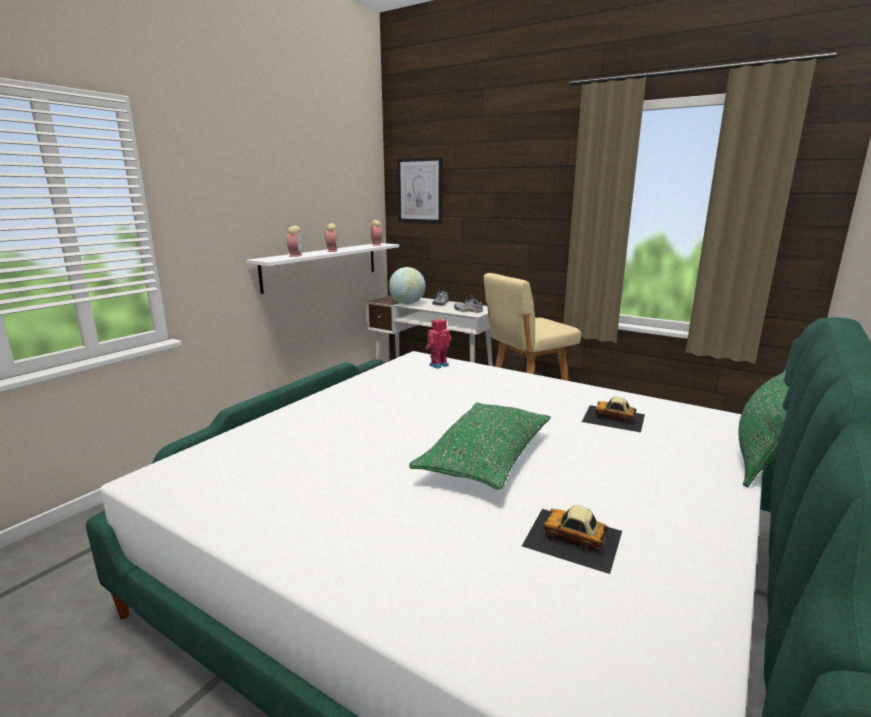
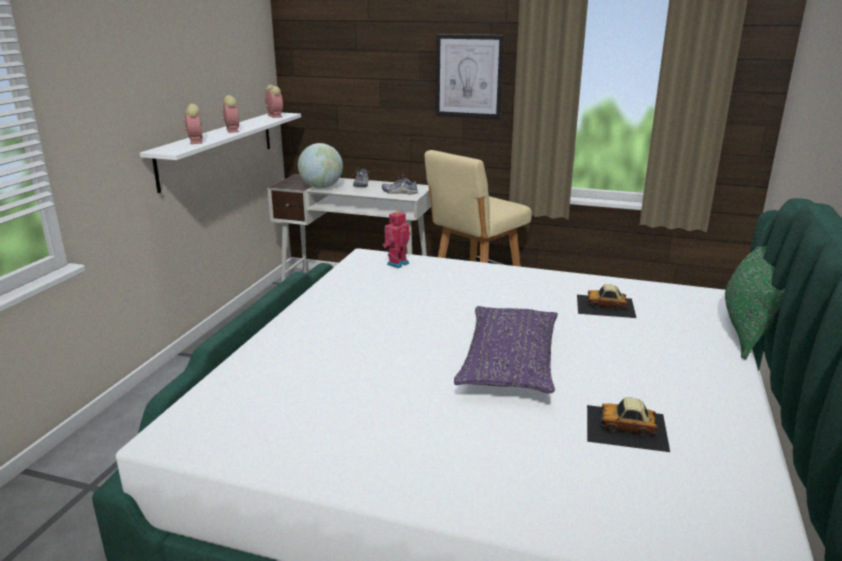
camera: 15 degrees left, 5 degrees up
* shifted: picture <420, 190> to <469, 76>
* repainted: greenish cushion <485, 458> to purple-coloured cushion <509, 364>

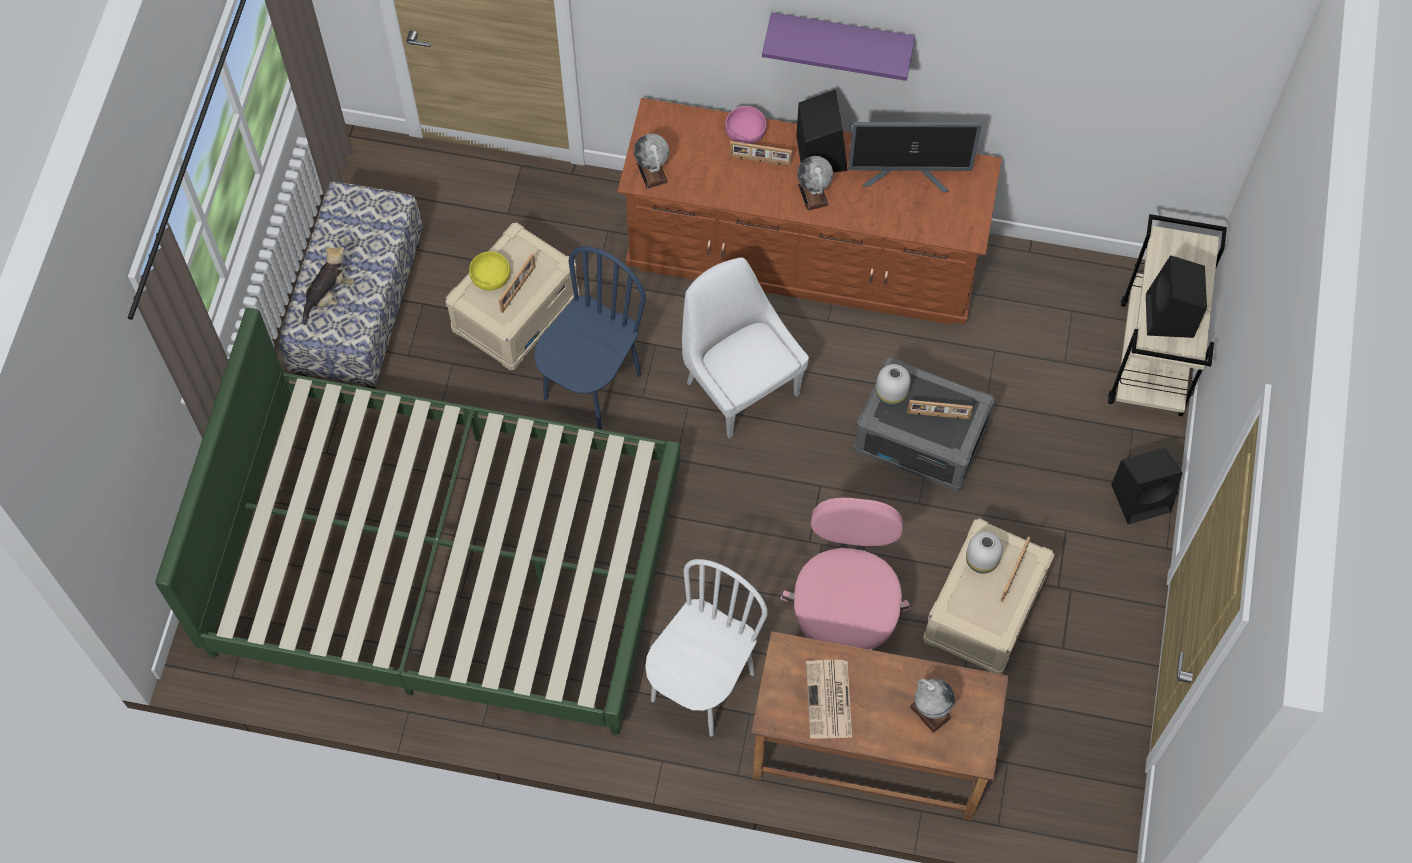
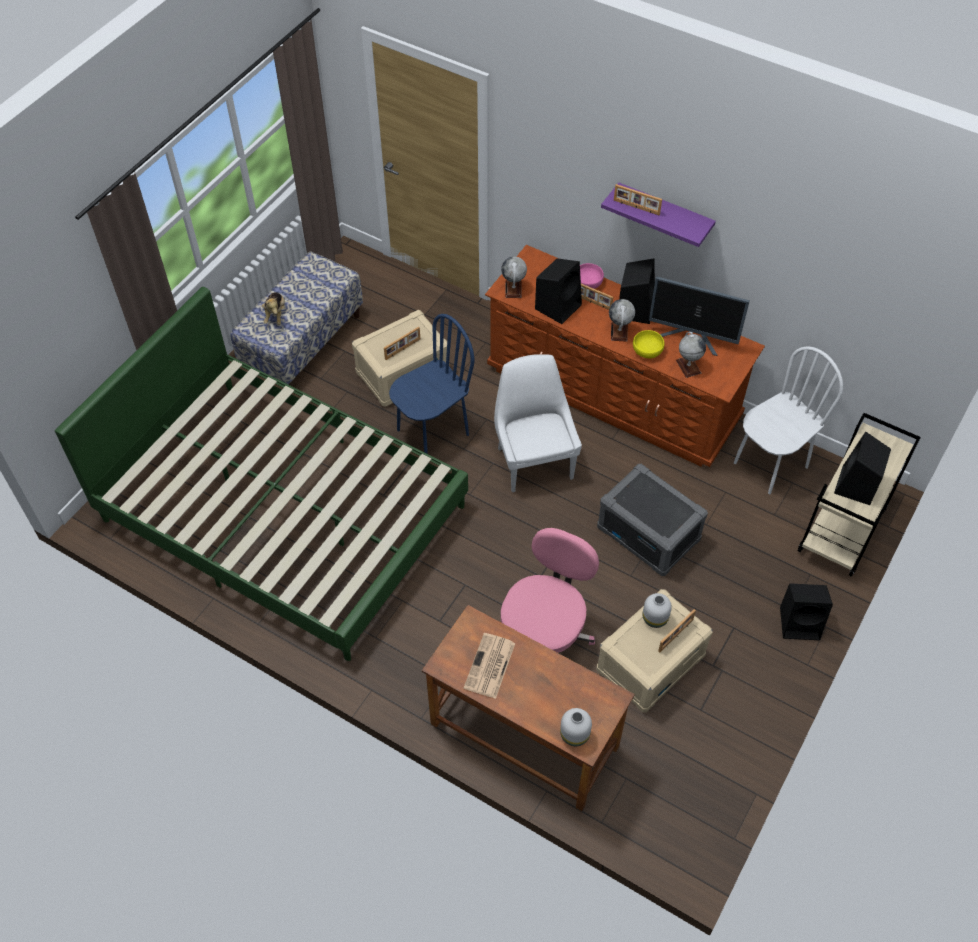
camera: 20 degrees right, 10 degrees down
* new: black-coloured speaker <558, 306>
* shifted: yellowish deep dish <490, 278> to <646, 351>
* shifted: white-coloured chair <701, 686> to <770, 464>
* shifted: white-coloured flower vase <891, 393> to <575, 734>
* shifted: picture frame <938, 416> to <636, 207>
* shifted: desk globe <930, 712> to <688, 366>
* rotated: cuddly toy <329, 295> = <275, 314> 120 degrees clockwise

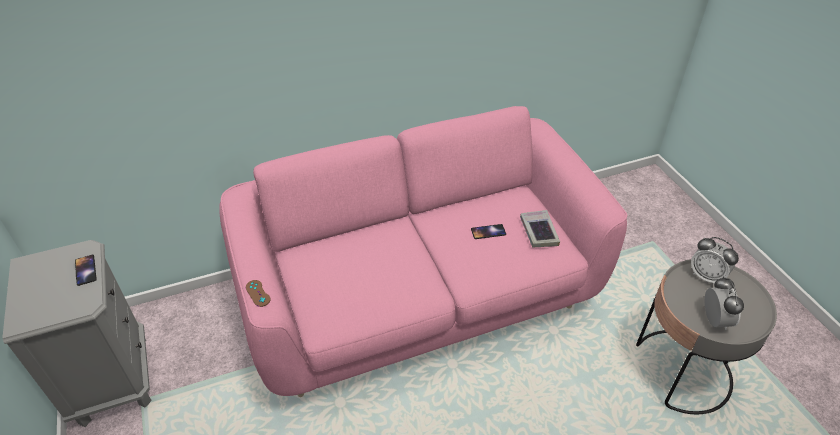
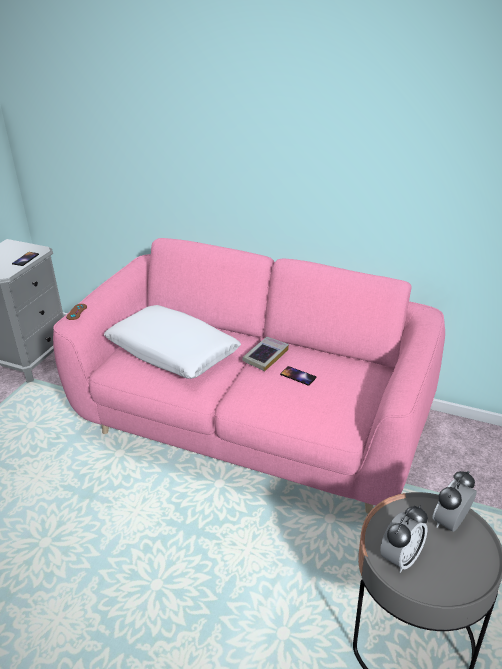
camera: 45 degrees right, 10 degrees down
* new: white-coloured cushion <172, 352>
* shifted: book <538, 232> to <265, 356>
* rotated: bedside clock <706, 276> = <450, 523> 45 degrees clockwise

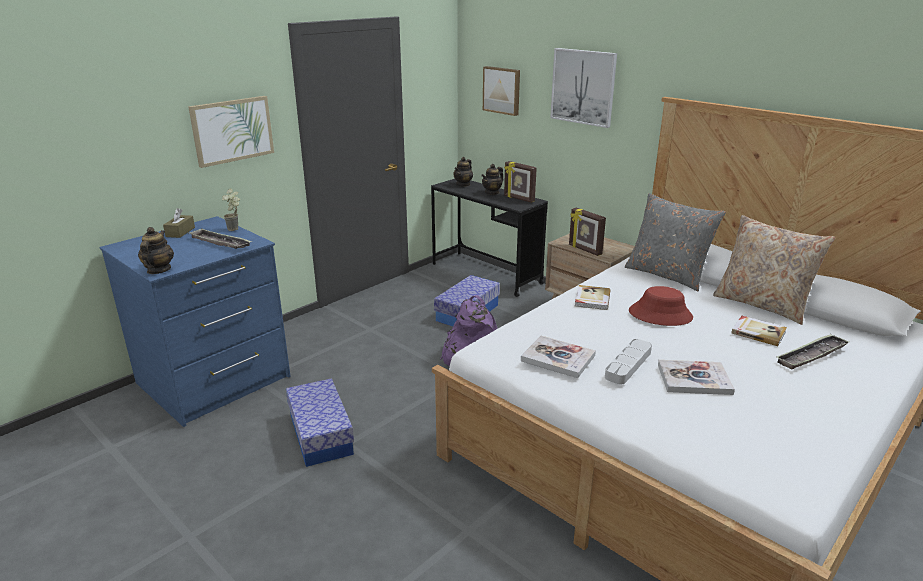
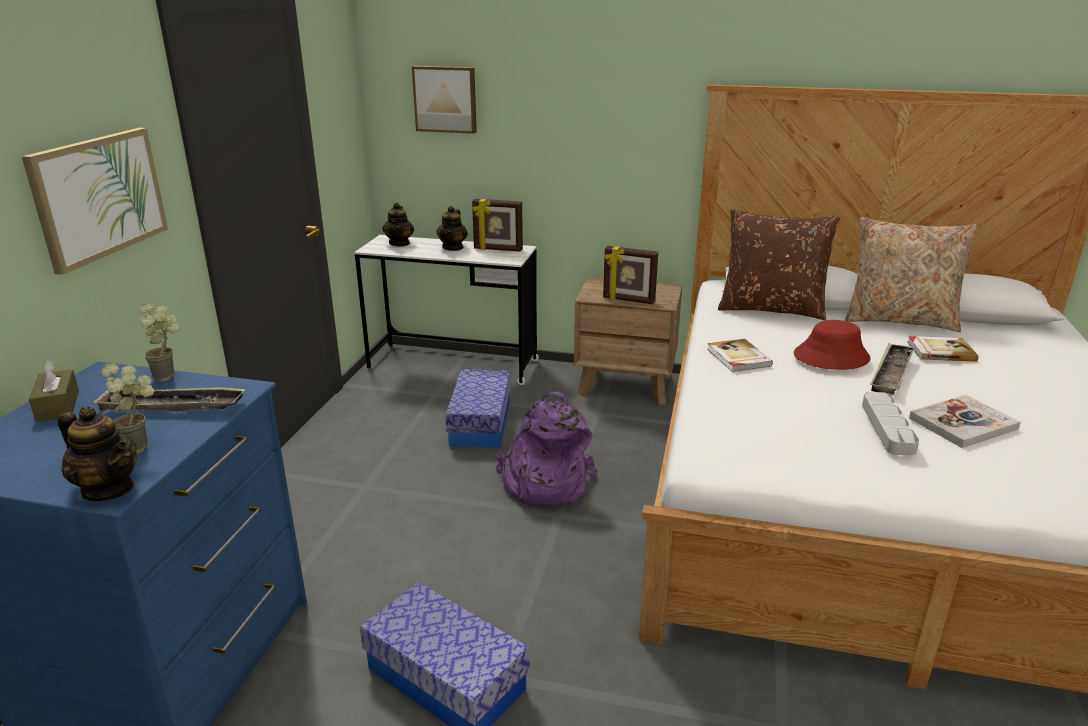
camera: 30 degrees left, 0 degrees up
* gone: book <558, 358>
* gone: picture <583, 87>
* new: plant in a pot <143, 446>
* shifted: serving tray <811, 355> to <891, 373>
* repainted: black-coloured desk unit <486, 273> to white-coloured desk unit <453, 364>
* repainted: grey cushion <667, 275> to brown cushion <771, 308>
* rotated: teapot <158, 270> = <109, 489> 150 degrees clockwise

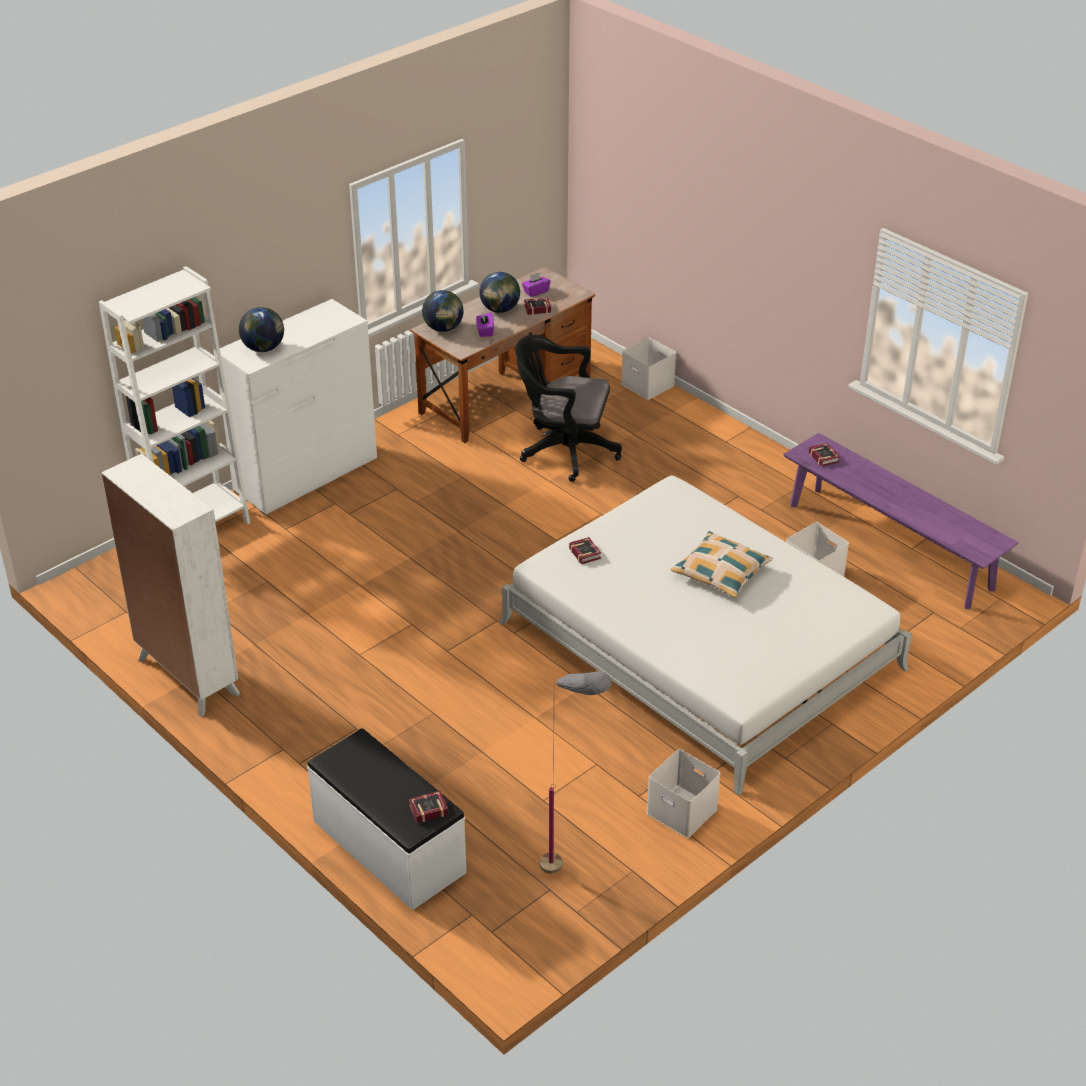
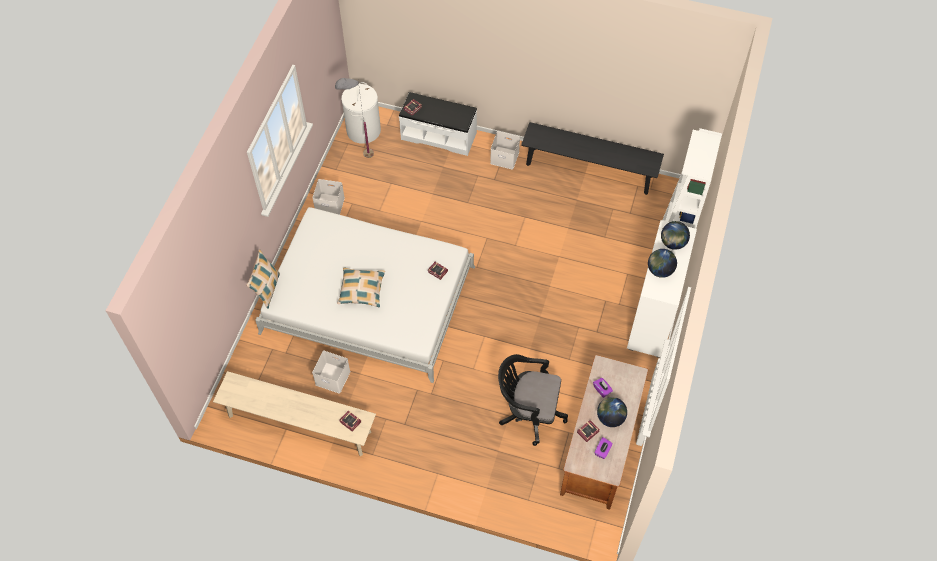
camera: 150 degrees right, 20 degrees up
* new: cushion <267, 289>
* new: white-coloured hamper <363, 130>
* shifted: desk globe <443, 328> to <660, 270>
* shifted: white-coloured storage box <649, 384> to <504, 158>
* swapped: white-coloured shelving unit <188, 676> to black-coloured bench <589, 170>
* repainted: purple-coloured bench <889, 546> to sand-coloured bench <299, 424>
* rotated: black-coloured computer chair <564, 451> = <528, 412> 150 degrees counterclockwise

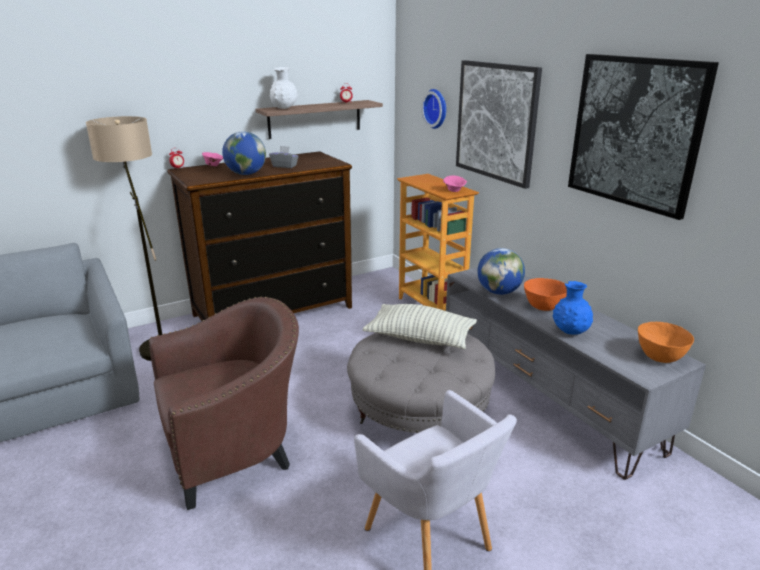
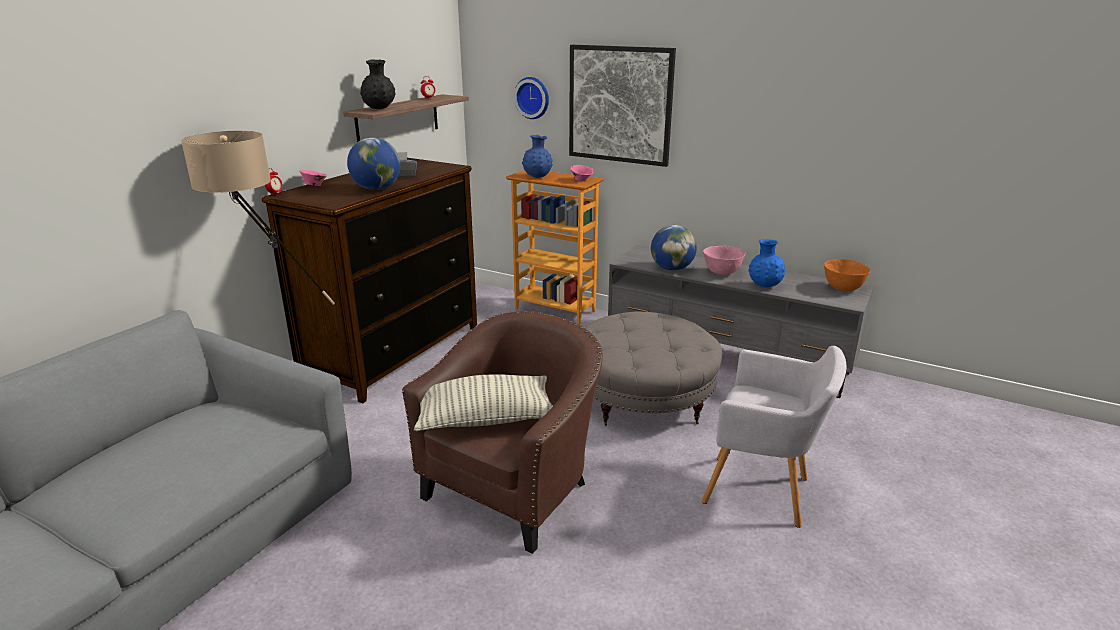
camera: 30 degrees left, 0 degrees up
* gone: picture <635, 132>
* new: blue flower vase <537, 177>
* shifted: cushion <420, 338> to <486, 419>
* repainted: white-coloured flower vase <284, 108> to black-coloured flower vase <379, 109>
* repainted: orangey deep dish <543, 308> to pinkish deep dish <721, 273>

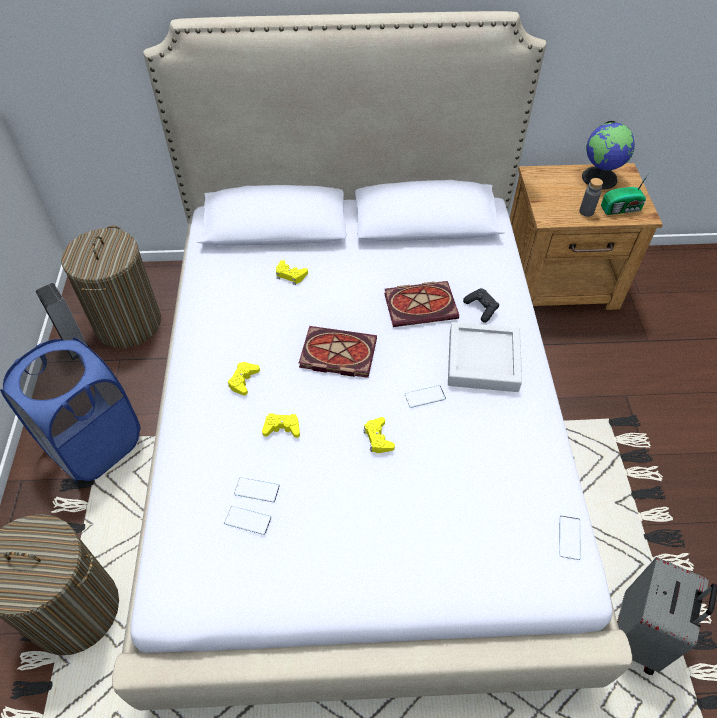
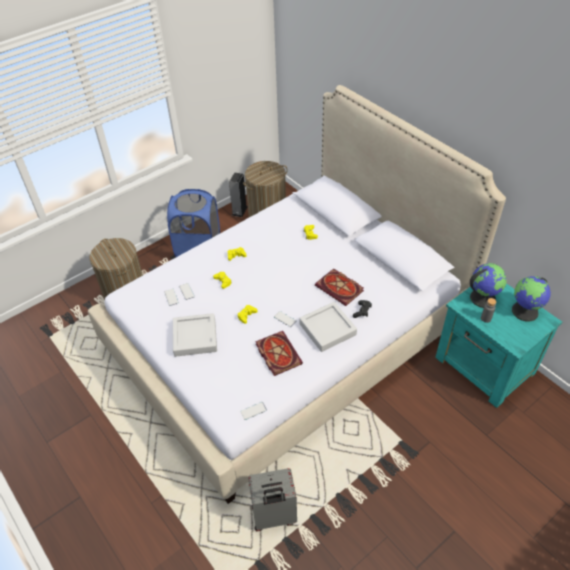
camera: 55 degrees right, 5 degrees down
* gone: radio receiver <622, 209>
* new: grey serving tray <195, 337>
* new: desk globe <482, 297>
* shifted: book <336, 354> to <277, 353>
* repainted: brown night table <560, 282> to turquoise night table <485, 367>

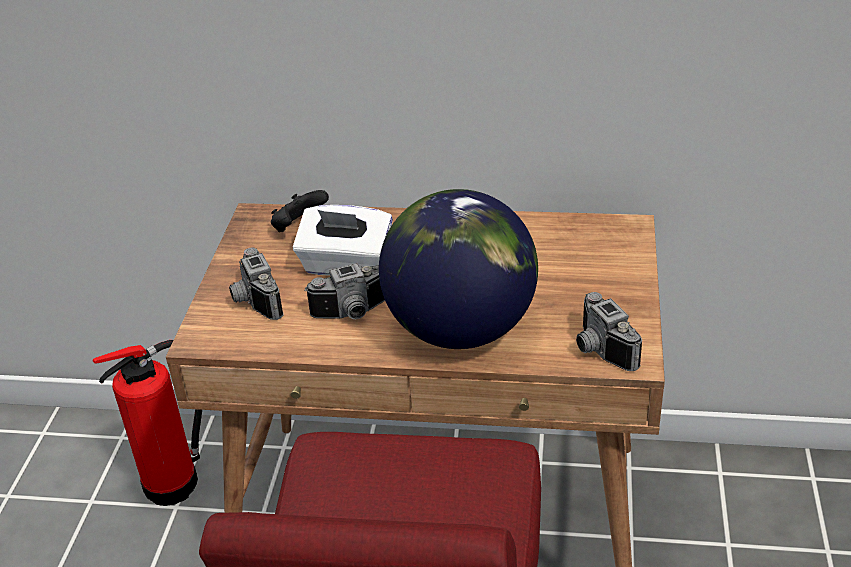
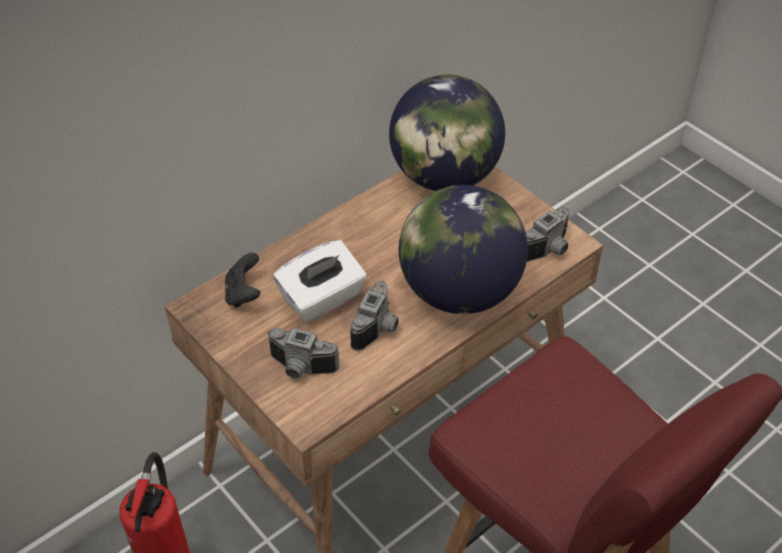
camera: 50 degrees left, 10 degrees up
* new: desk globe <444, 177>
* rotated: photo camera <599, 350> = <549, 250> 60 degrees counterclockwise

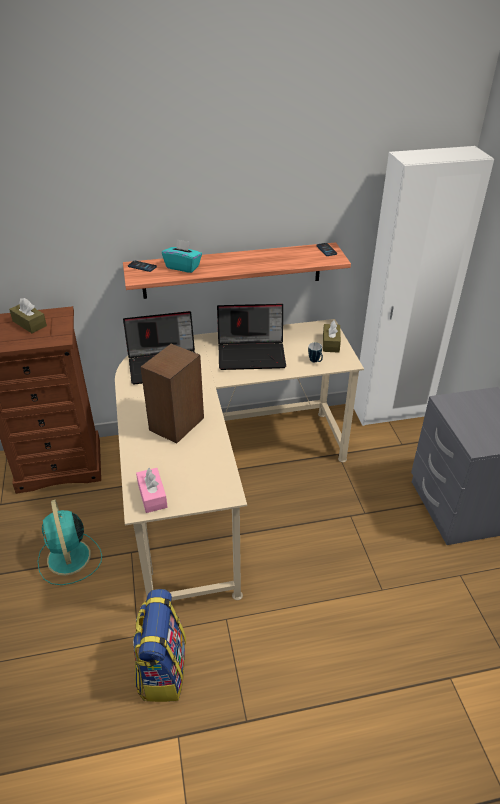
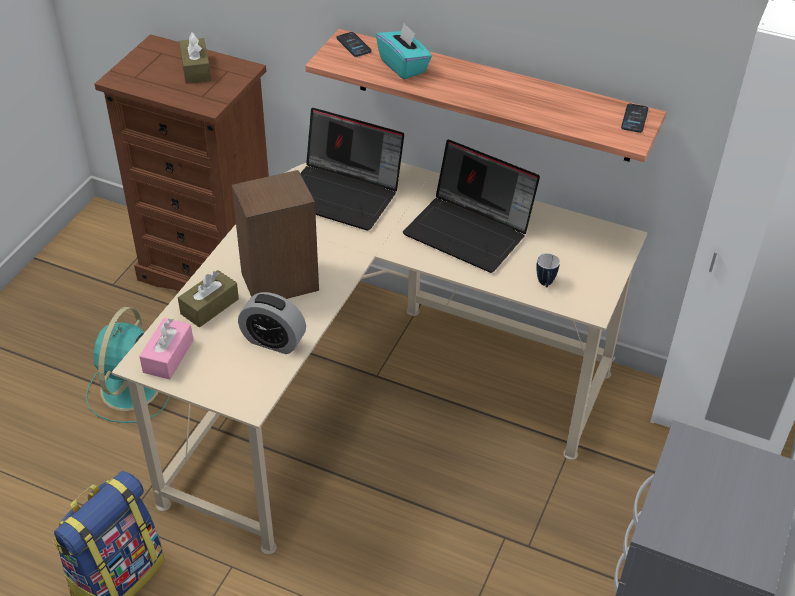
camera: 35 degrees right, 5 degrees up
* new: bedside clock <273, 341>
* shifted: brown tissue holder <331, 343> to <209, 306>

